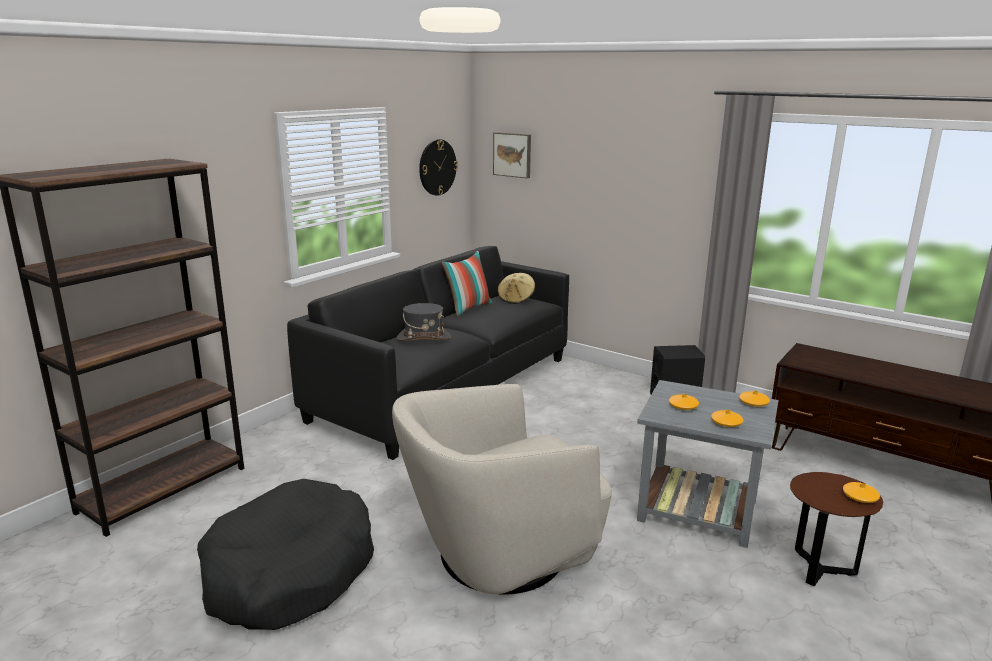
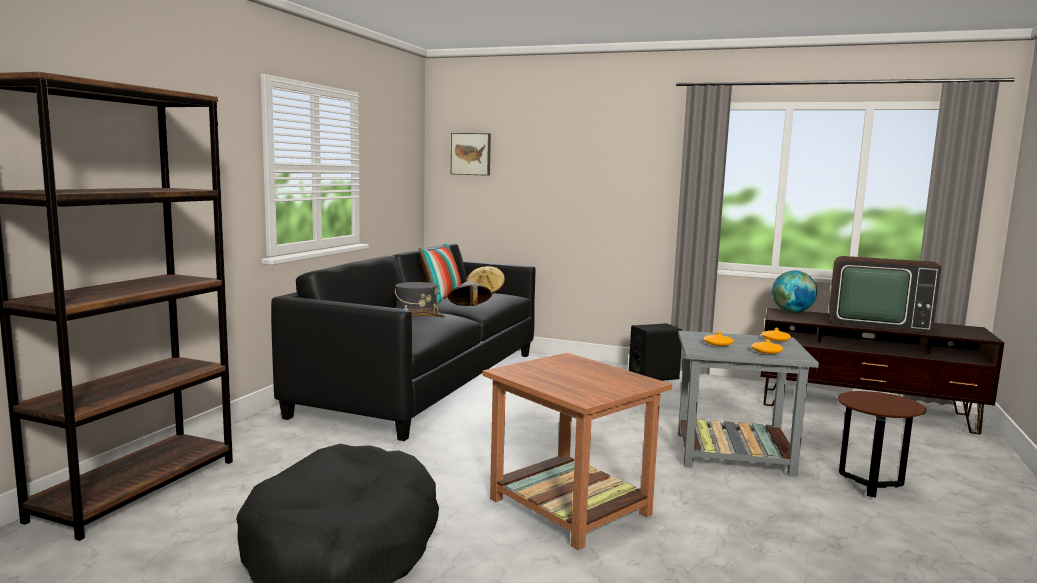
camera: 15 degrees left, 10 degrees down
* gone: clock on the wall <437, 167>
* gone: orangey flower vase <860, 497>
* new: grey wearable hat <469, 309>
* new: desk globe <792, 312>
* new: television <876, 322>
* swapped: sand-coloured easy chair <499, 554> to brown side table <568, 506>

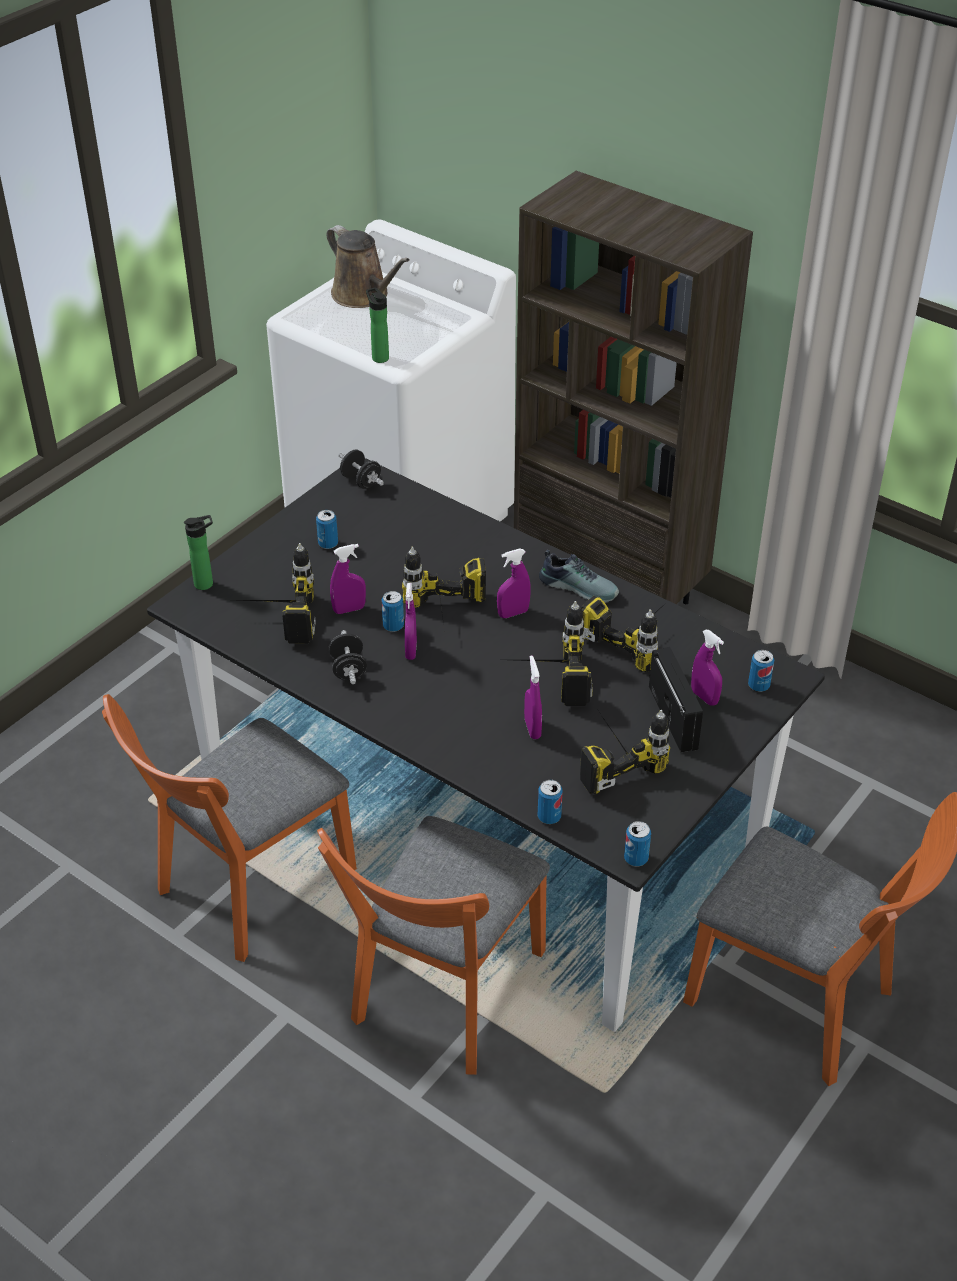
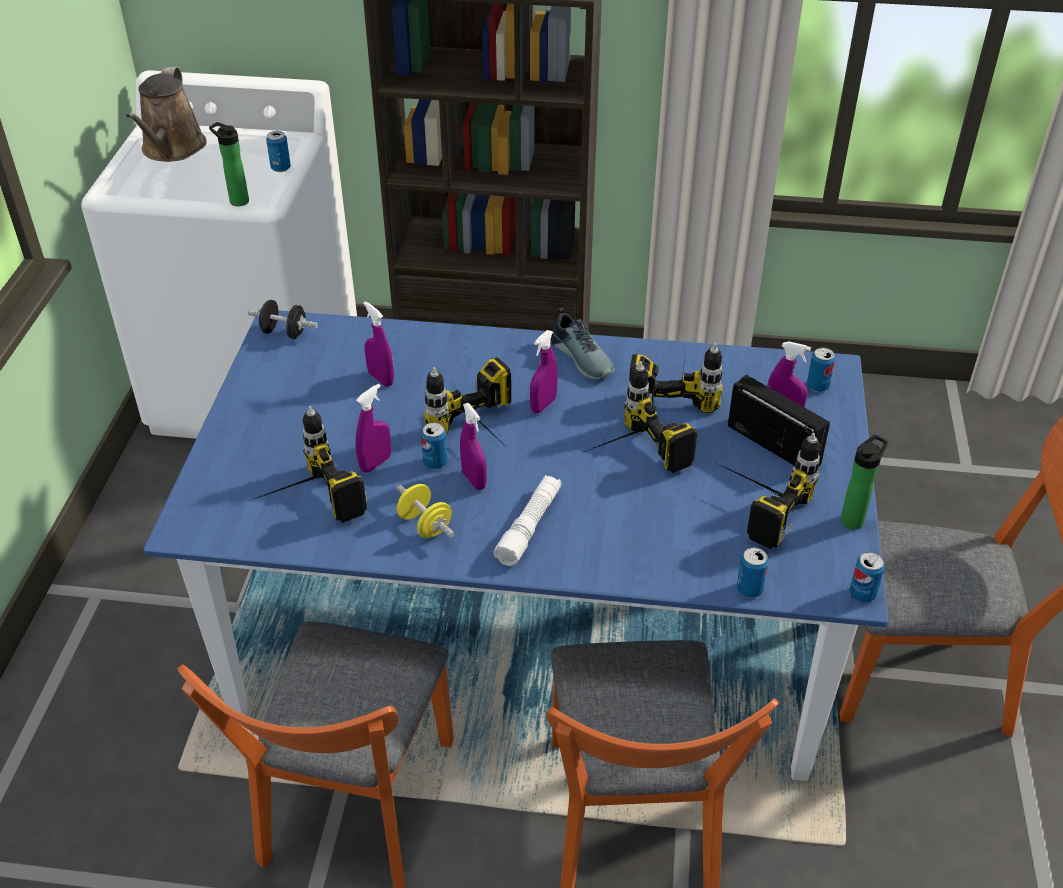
camera: 30 degrees left, 0 degrees up
* new: white-coloured torch <529, 526>
* shifted: drink bottle <206, 583> to <854, 519>
* shifted: metal can <328, 544> to <280, 168>
* shifted: purple-coloured sprayer <532, 728> to <381, 378>
* repainted: black-coloured dining table <480, 815> to blue dining table <532, 630>
* repainted: black-coloured free weight <348, 669> to yellowish free weight <425, 525>
* rotated: brown sprinkling can <363, 295> = <172, 149> 75 degrees clockwise
* rotated: low shoe <579, 586> = <583, 357> 60 degrees clockwise

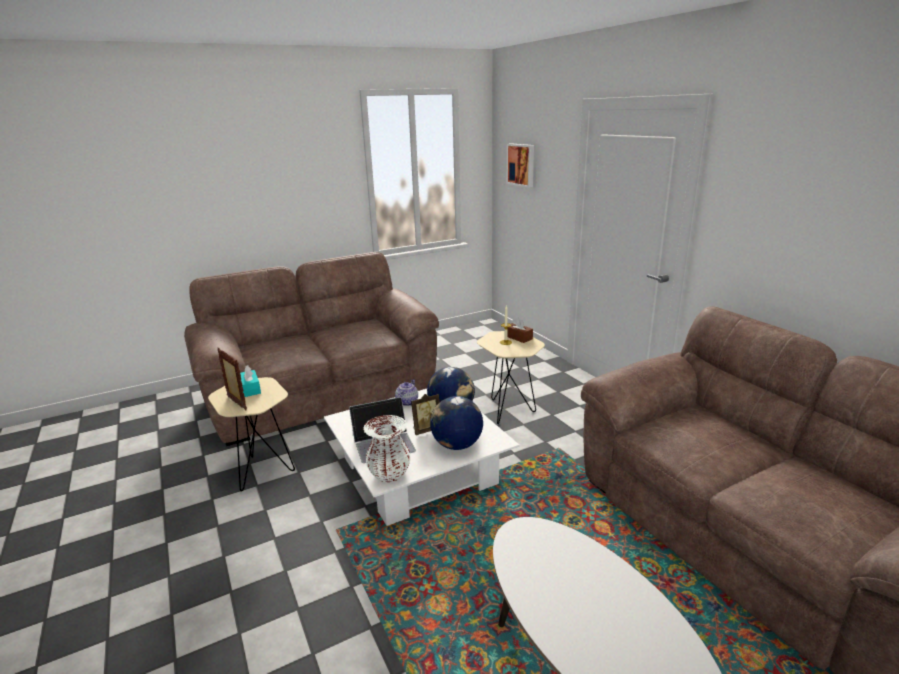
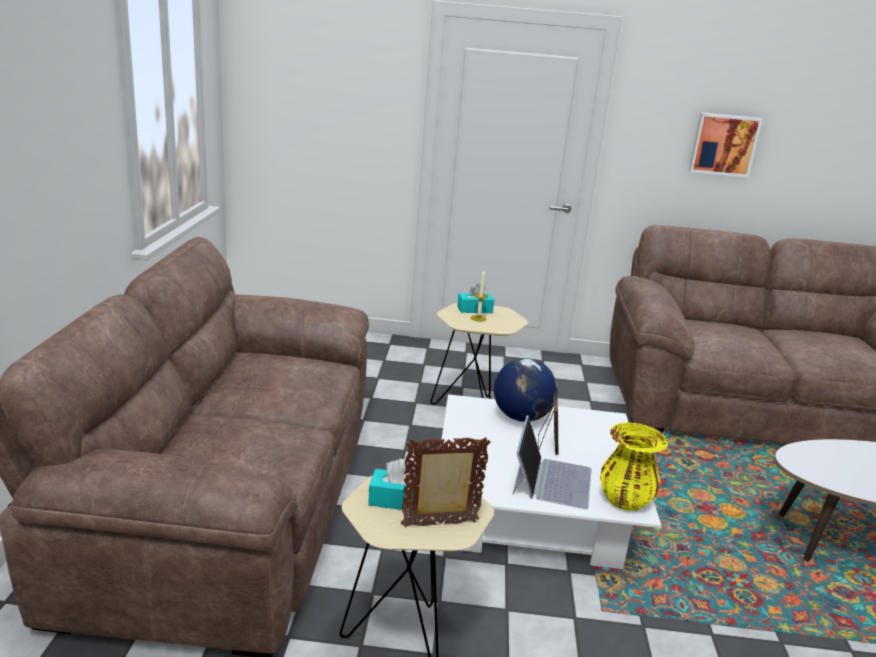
camera: 60 degrees left, 0 degrees up
* gone: teapot <407, 402>
* gone: desk globe <456, 445>
* shifted: picture <521, 164> to <723, 144>
* repainted: white-coloured flower vase <389, 474> to yellowish flower vase <625, 500>
* repainted: brown tissue holder <518, 337> to turquoise tissue holder <474, 309>

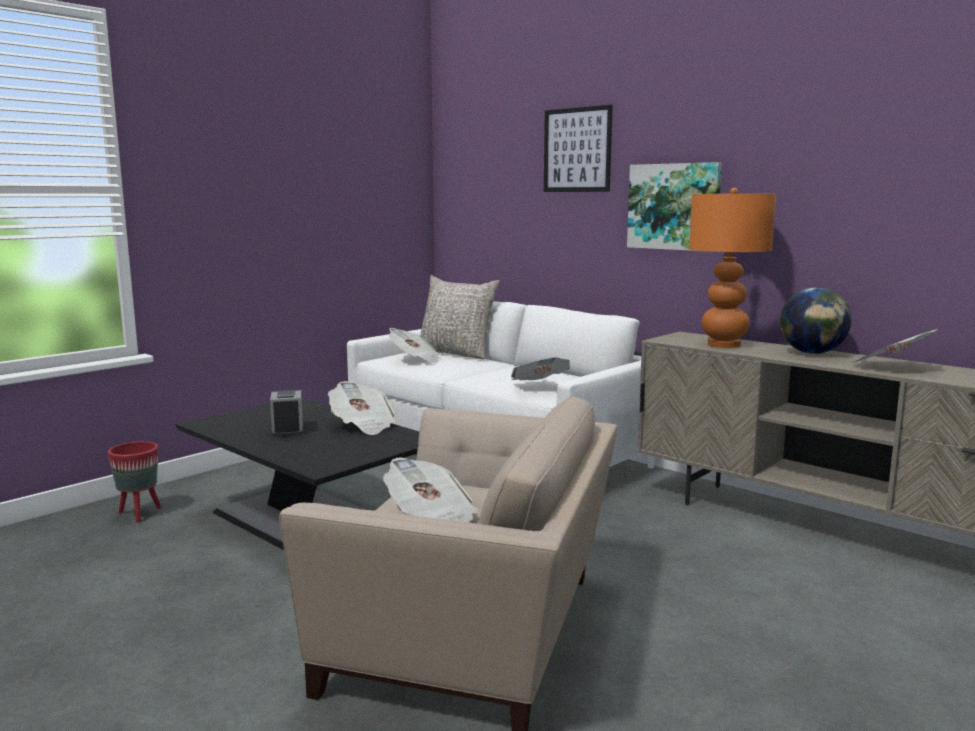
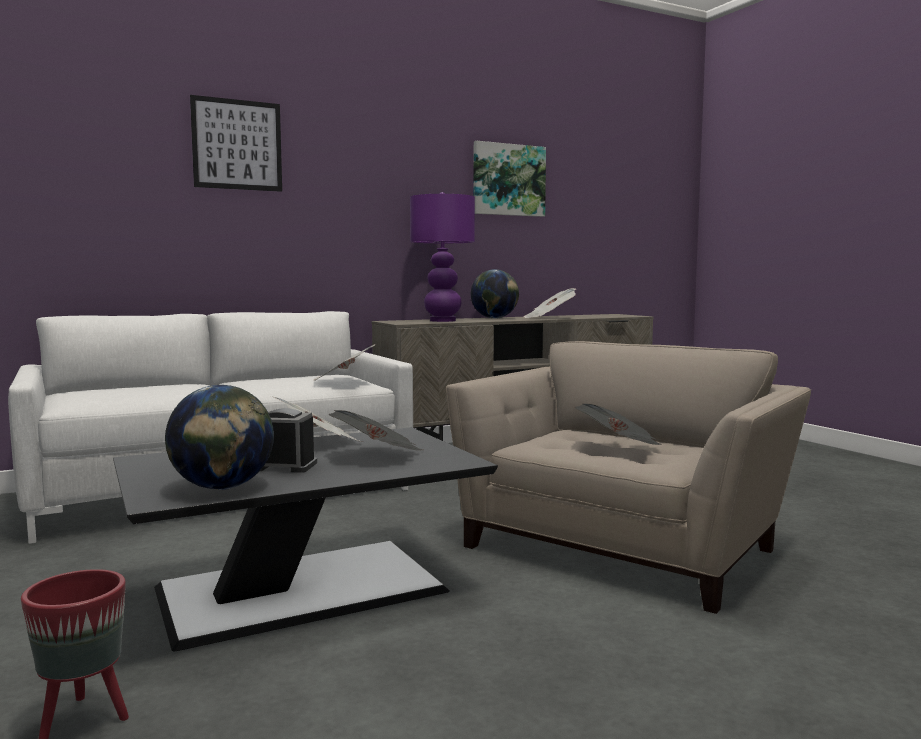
camera: 70 degrees left, 5 degrees down
* gone: grey cushion <456, 353>
* new: desk globe <222, 488>
* shifted: newspaper <415, 360> to <379, 456>
* shifted: picture <674, 206> to <508, 180>
* repainted: orangey table lamp <723, 345> to purple-coloured table lamp <443, 321>

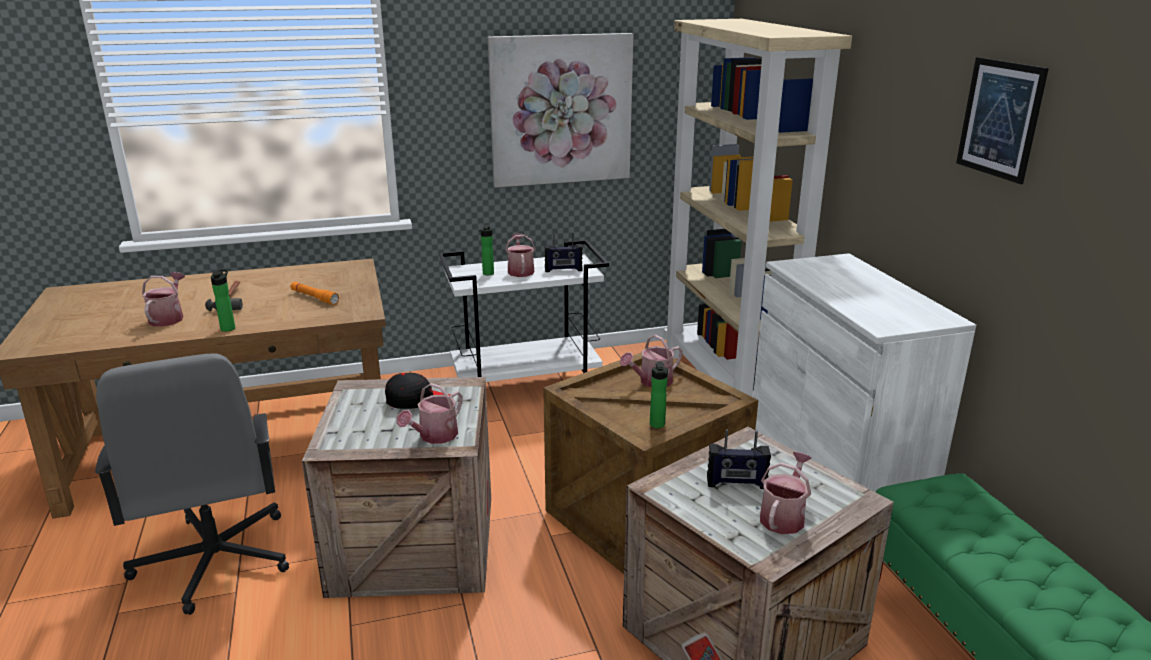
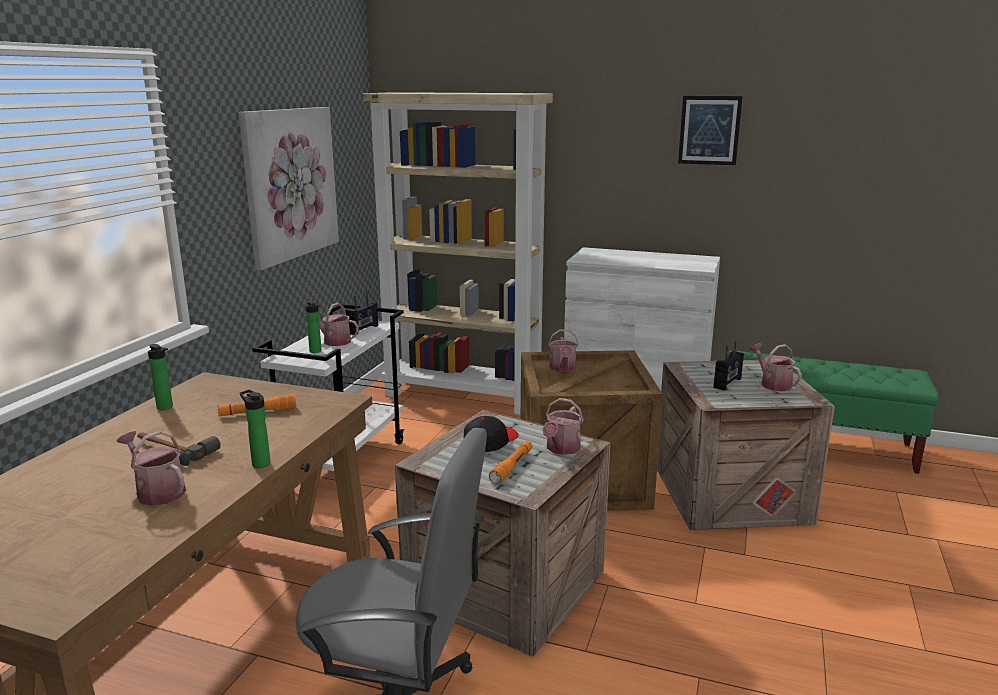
camera: 55 degrees left, 5 degrees down
* new: orangey torch <512, 467>
* shifted: drink bottle <657, 426> to <166, 407>
* rotated: sprinkling can <434, 436> = <561, 449> 45 degrees clockwise

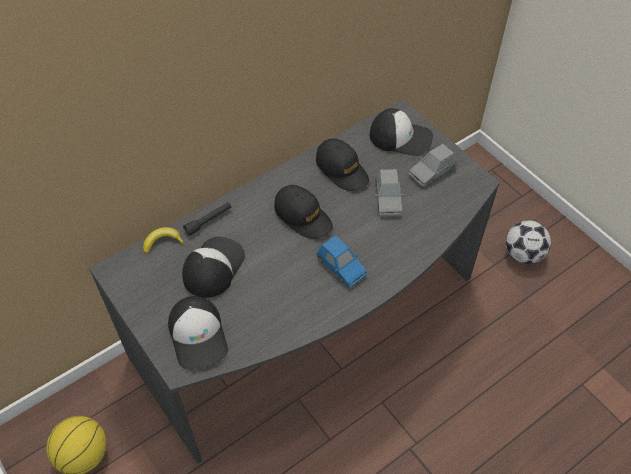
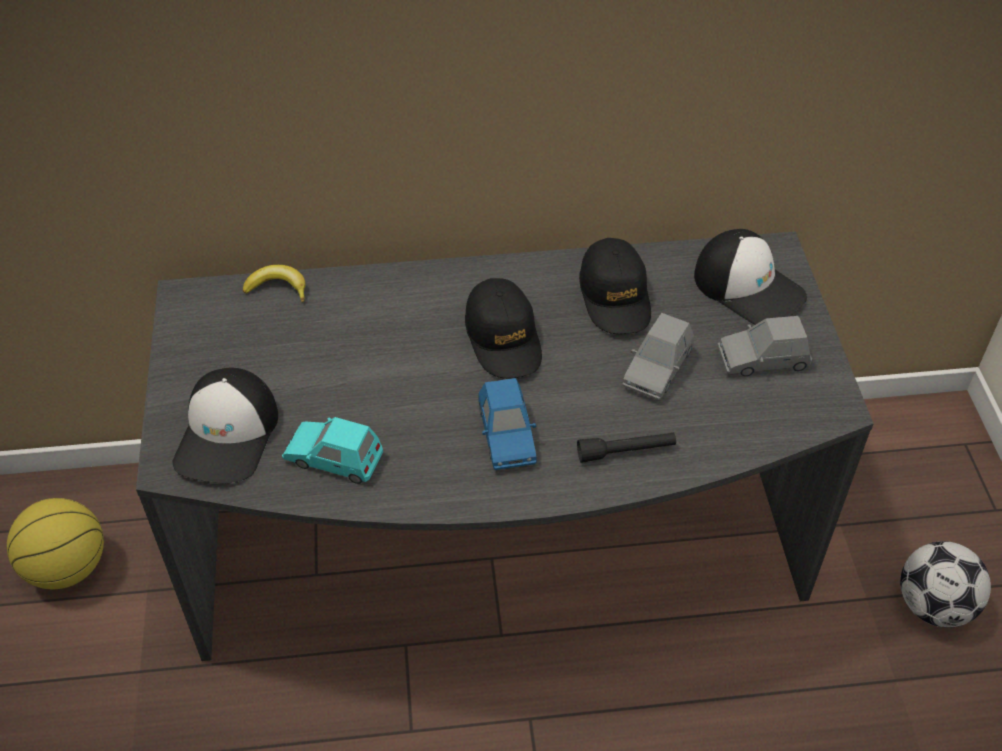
camera: 30 degrees right, 5 degrees down
* gone: baseball cap <213, 267>
* new: turquoise miniature car <334, 458>
* shifted: black-coloured torch <209, 221> to <626, 452>

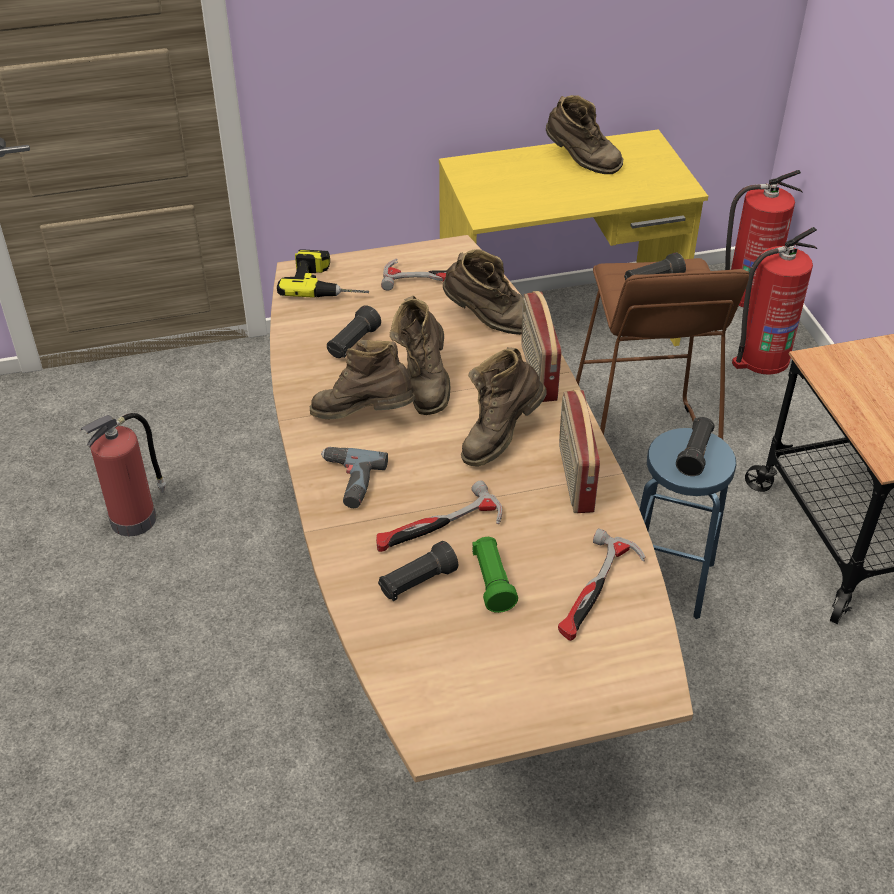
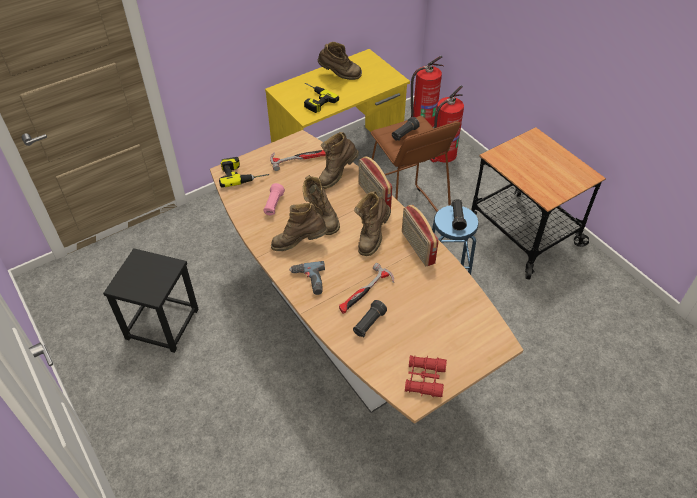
camera: 20 degrees left, 5 degrees up
* gone: greenish torch <492, 582>
* gone: tool hammer <596, 591>
* new: power drill <313, 99>
* new: red binoculars <424, 379>
* swapped: fire-fighting cylinder <135, 518> to black-coloured stool seat <163, 324>
* repainted: black-coloured torch <353, 343> to pinkish torch <273, 205>
* rotated: brown high-top boot <489, 321> = <337, 175> 135 degrees clockwise

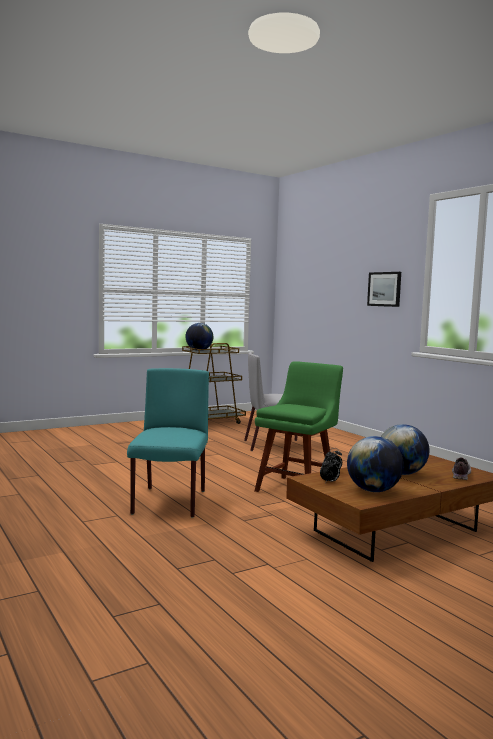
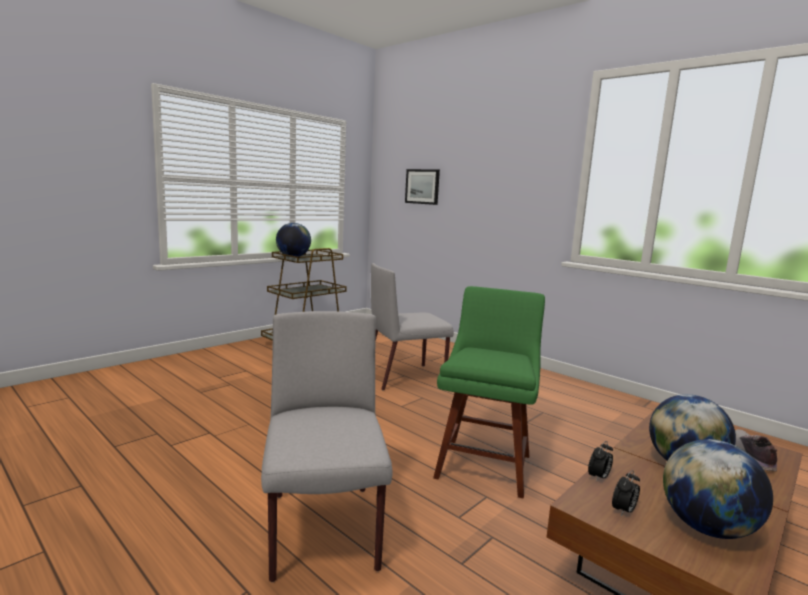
camera: 15 degrees left, 5 degrees up
* shifted: picture <384, 289> to <422, 186>
* repainted: turquoise chair <169, 502> to grey chair <324, 531>

